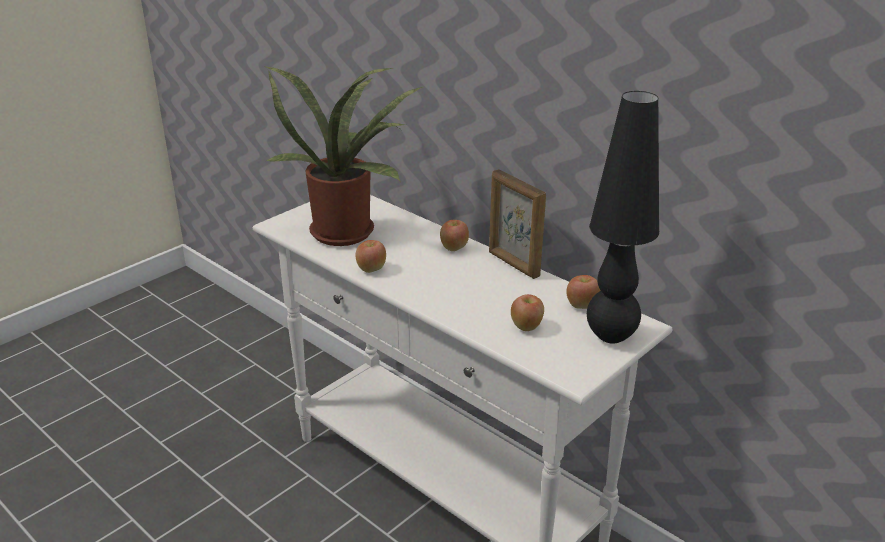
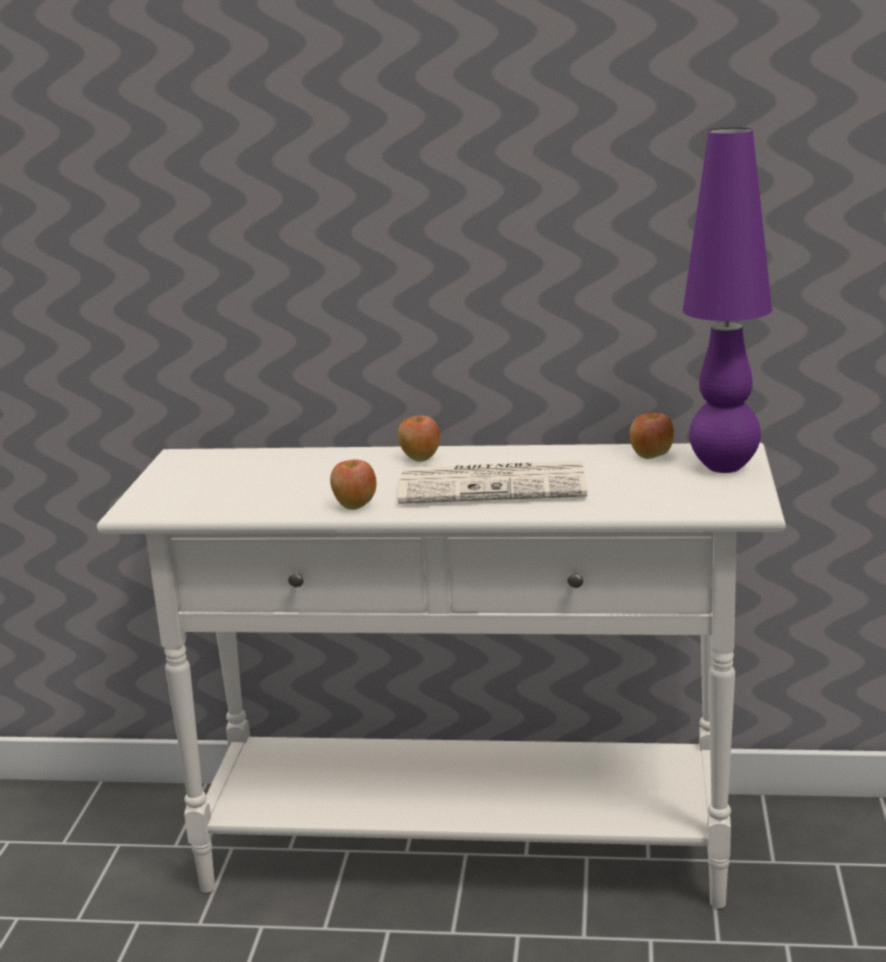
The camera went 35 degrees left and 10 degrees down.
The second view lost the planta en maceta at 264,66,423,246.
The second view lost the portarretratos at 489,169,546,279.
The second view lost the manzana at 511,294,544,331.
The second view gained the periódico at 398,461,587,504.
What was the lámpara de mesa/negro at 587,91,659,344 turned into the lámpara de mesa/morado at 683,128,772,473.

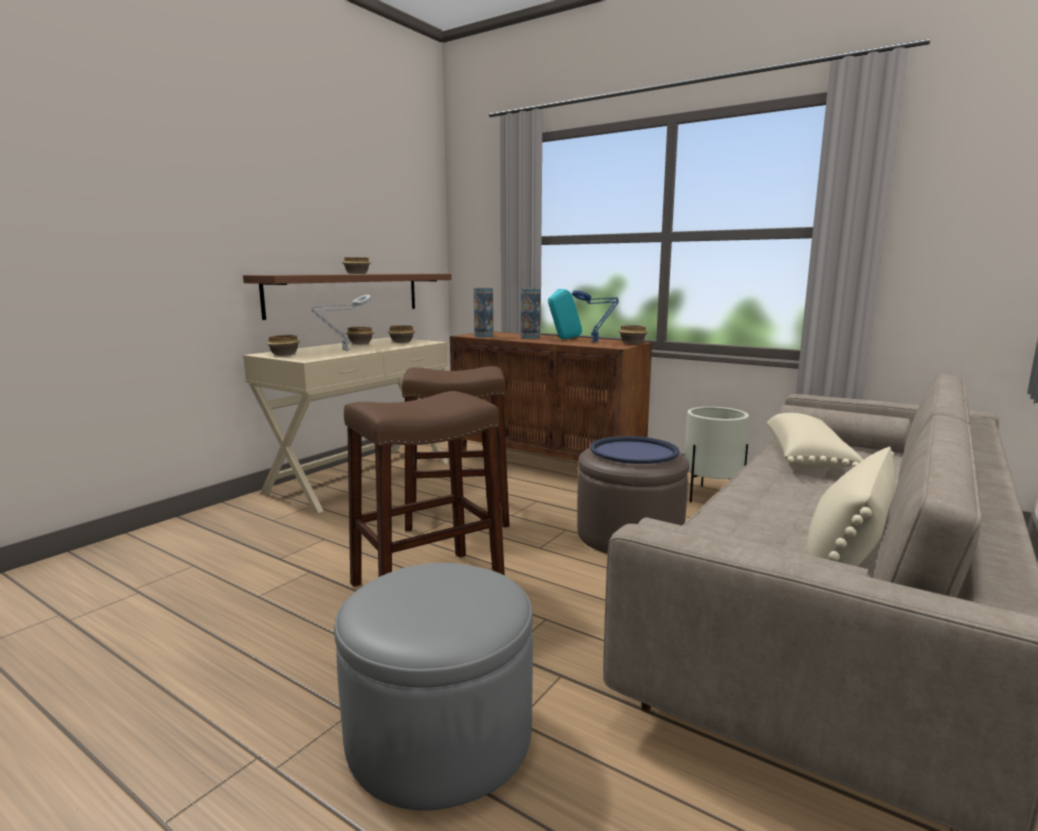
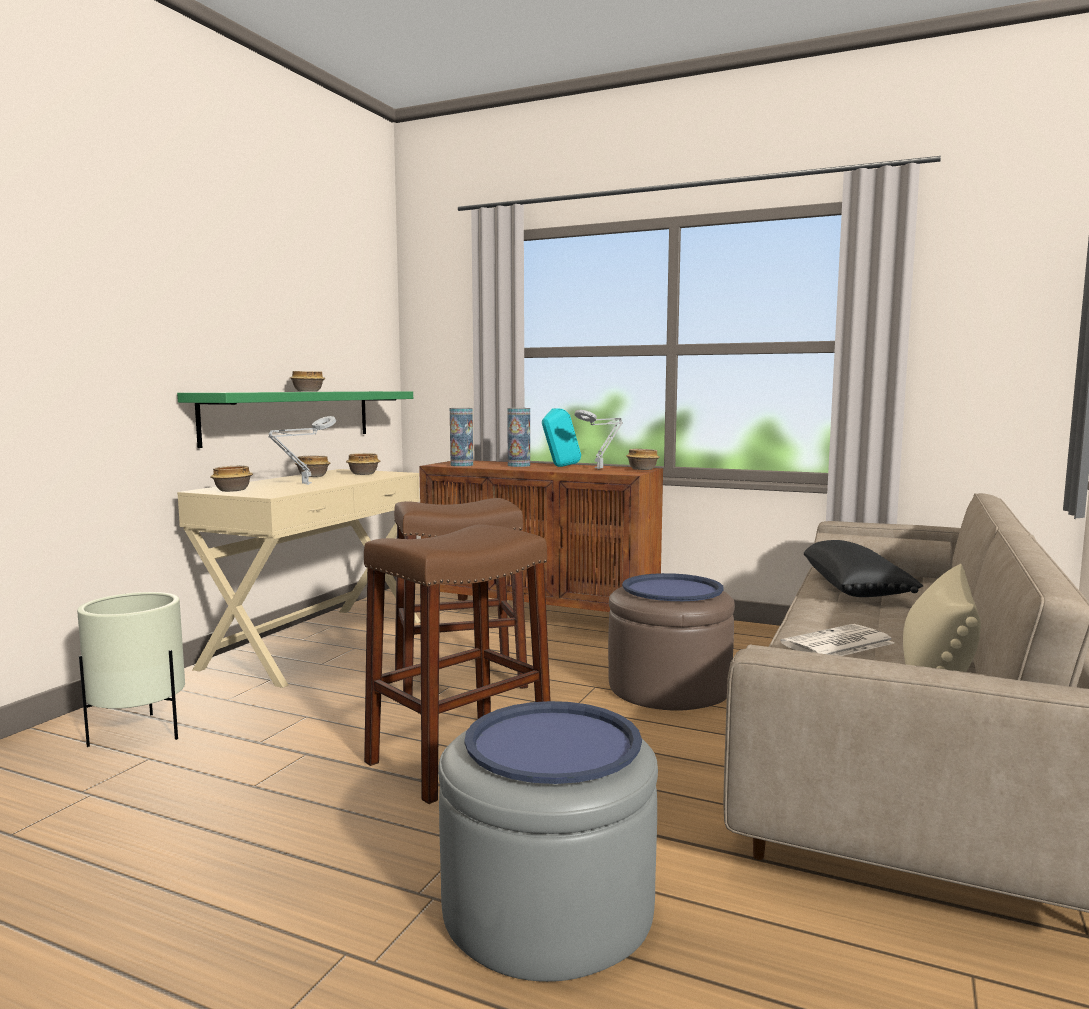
The camera went 10 degrees left and 5 degrees down.
The second view gained the bandeja/azul at 464,701,642,784.
The second view gained the periódico at 780,624,894,656.
The maceta/beis ended up elsewhere, having gone from 685,407,749,502 to 77,592,185,747.
What was the estante/marrón at 243,274,452,320 turned into the estante/verde at 177,391,413,448.
What was the lámpara de mesa/azul at 572,290,619,342 turned into the lámpara de mesa/gris at 575,410,623,469.
What was the cojín/beis at 767,413,864,469 turned into the cojín/negro at 804,540,923,597.

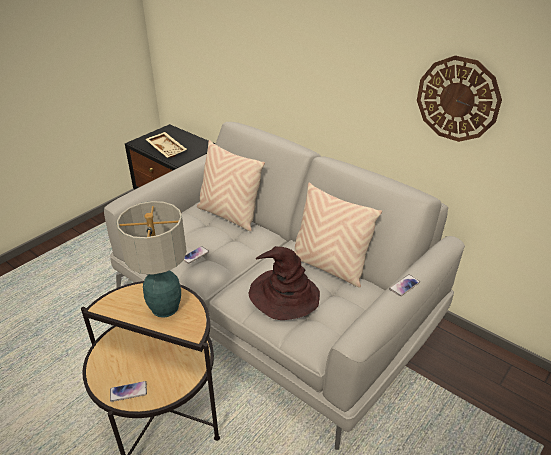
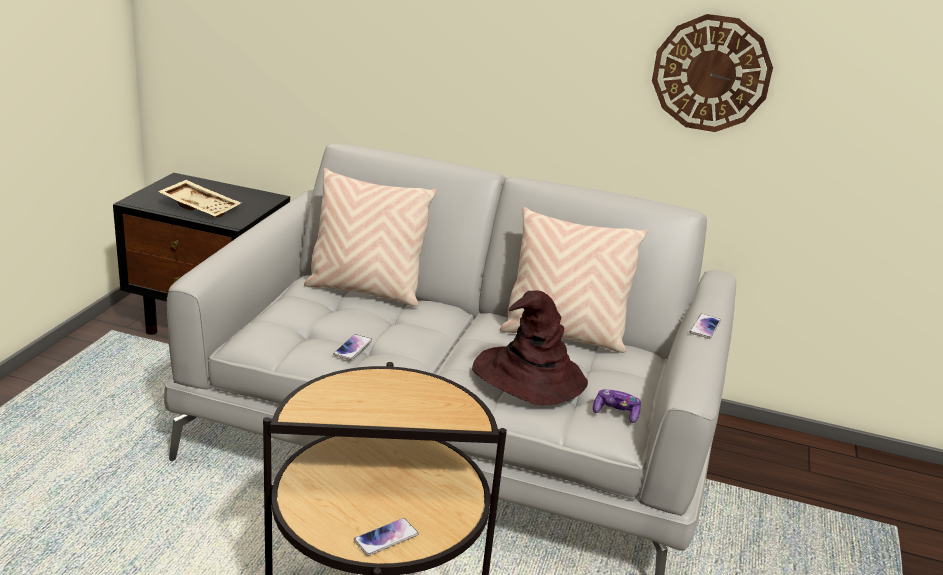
The camera went 25 degrees left and 10 degrees down.
The second view lost the lámpara de mesa at 117,201,187,318.
The second view gained the mando de consola at 593,389,641,423.

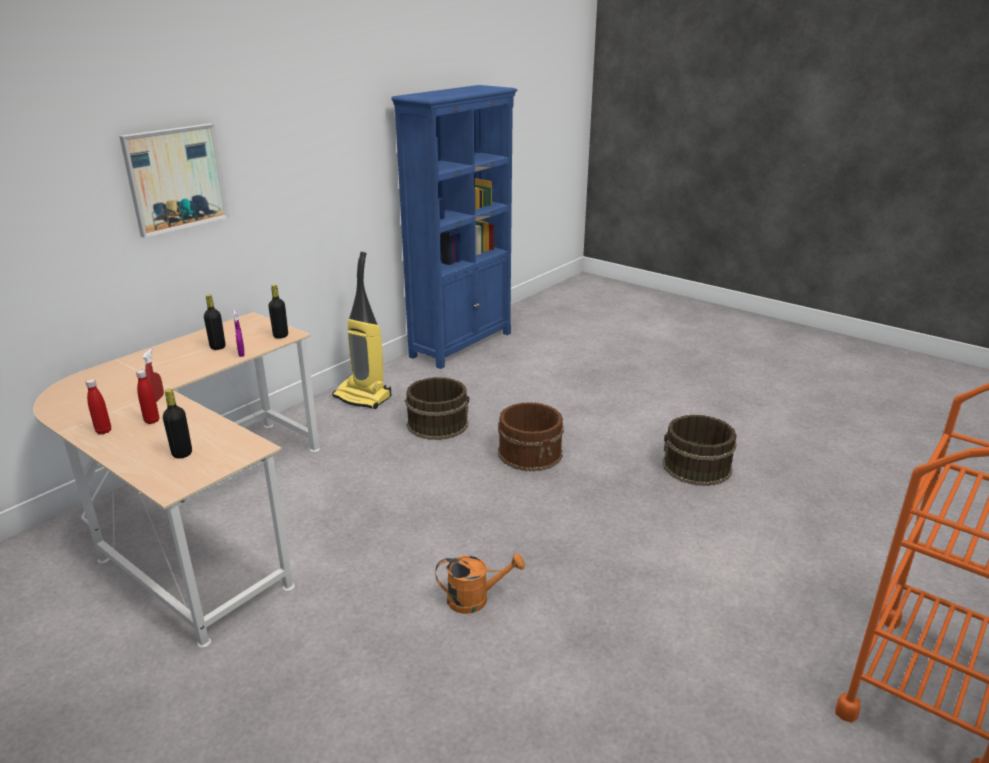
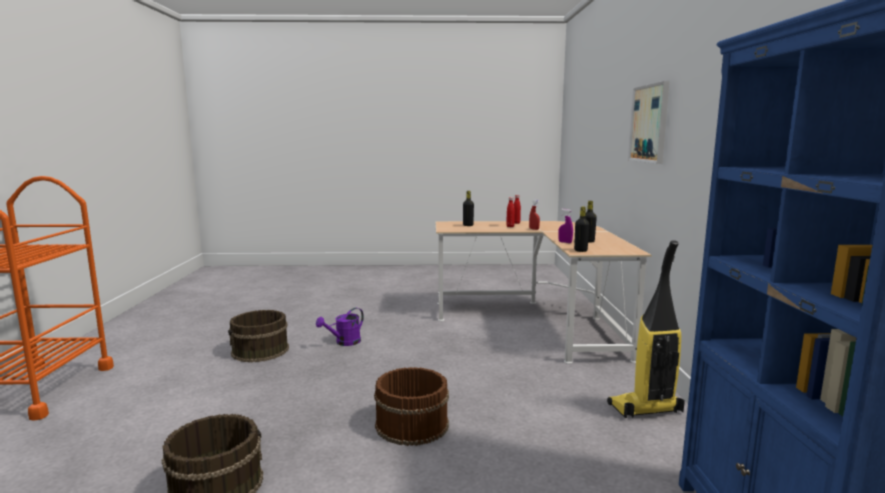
The camera went 140 degrees right and 15 degrees down.
The cubo/marrón ended up elsewhere, having gone from 405,377,469,440 to 228,310,289,362.
What was the regadera/naranja at 435,553,525,614 turned into the regadera/morado at 316,308,364,346.

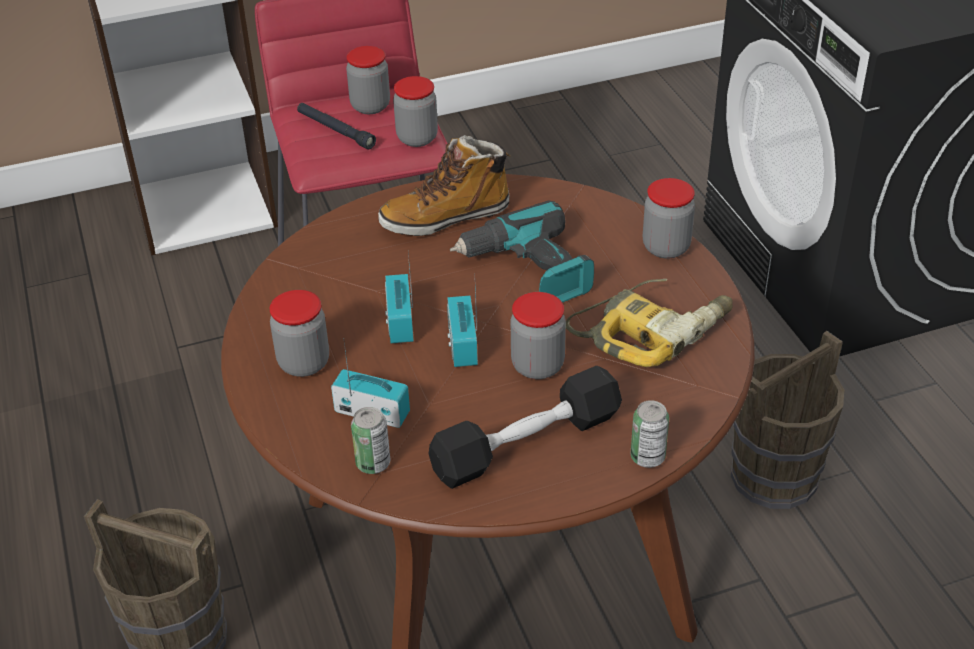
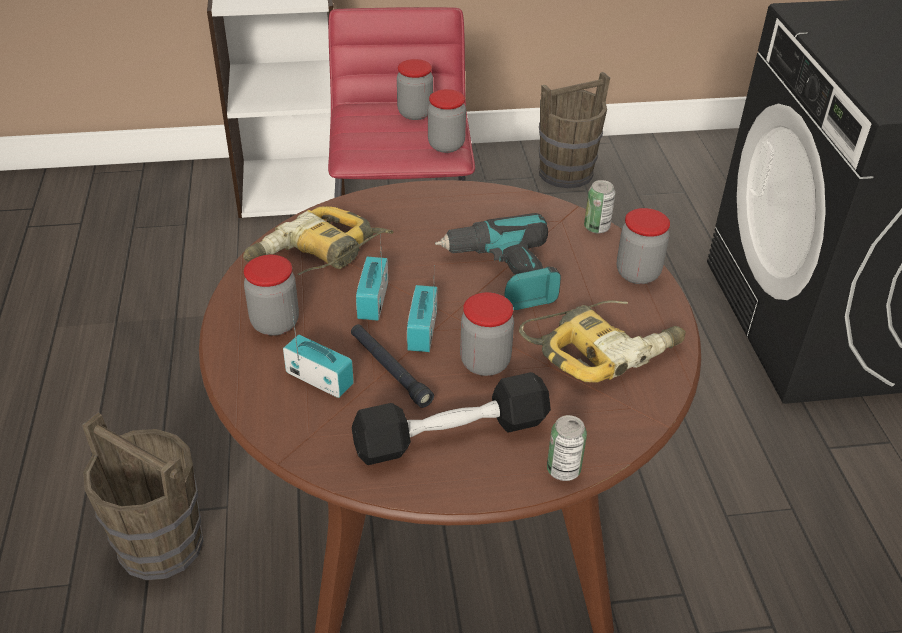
The camera went 10 degrees right and 0 degrees up.
The second view lost the bota at 378,135,510,236.
The second view gained the taladro at 243,206,394,275.
The linterna/negro ended up elsewhere, having gone from 297,103,376,149 to 351,324,434,408.
The lata ended up elsewhere, having gone from 351,407,391,474 to 584,180,615,233.
The cubo/marrón ended up elsewhere, having gone from 731,330,844,509 to 539,72,610,188.

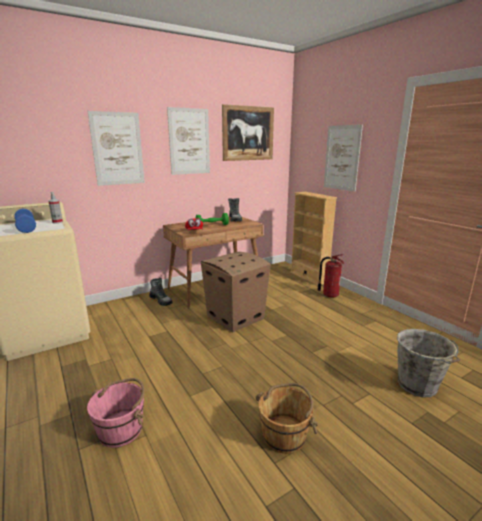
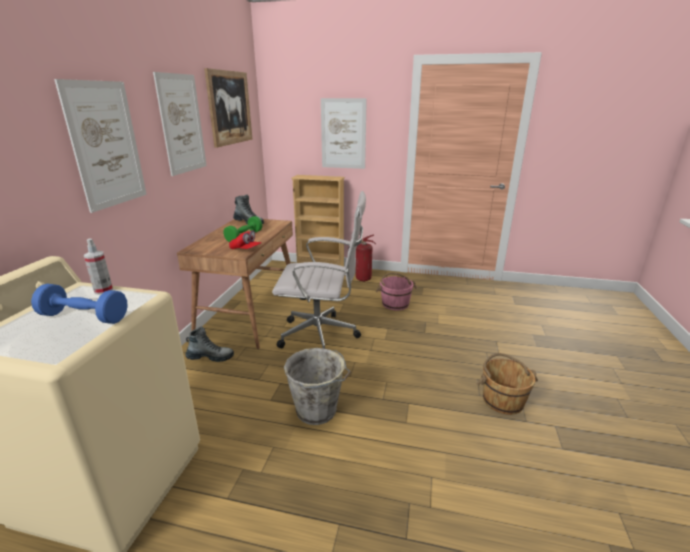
The camera went 45 degrees left and 5 degrees up.
The cubo/rosa ended up elsewhere, having gone from 87,378,145,448 to 376,272,417,311.
The cubo/gris ended up elsewhere, having gone from 397,329,460,397 to 284,348,351,425.
Where the caja de cartón stood at 201,252,271,332, the silla de oficina/blanco came to stand at 272,191,366,349.

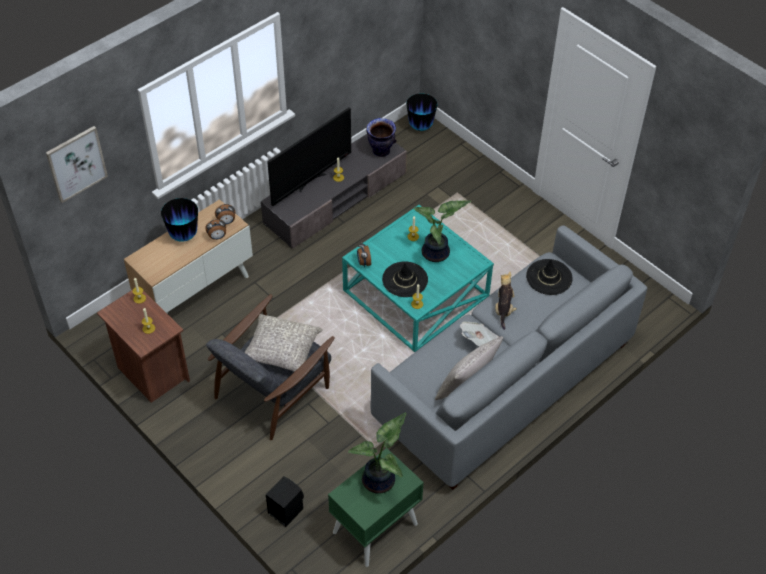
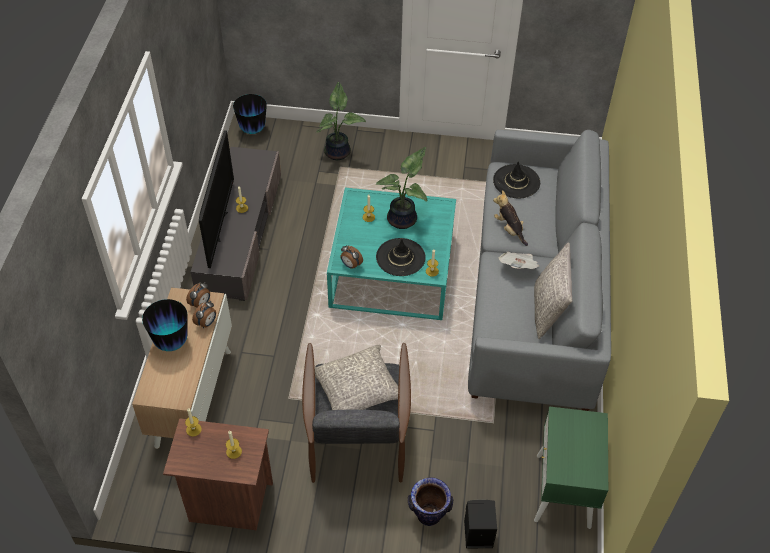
The camera went 40 degrees left and 0 degrees up.
The second view lost the cuadro at 46,126,108,203.
The planta en maceta ended up elsewhere, having gone from 348,413,406,494 to 316,82,366,160.
The florero ended up elsewhere, having gone from 367,118,397,157 to 408,477,453,526.

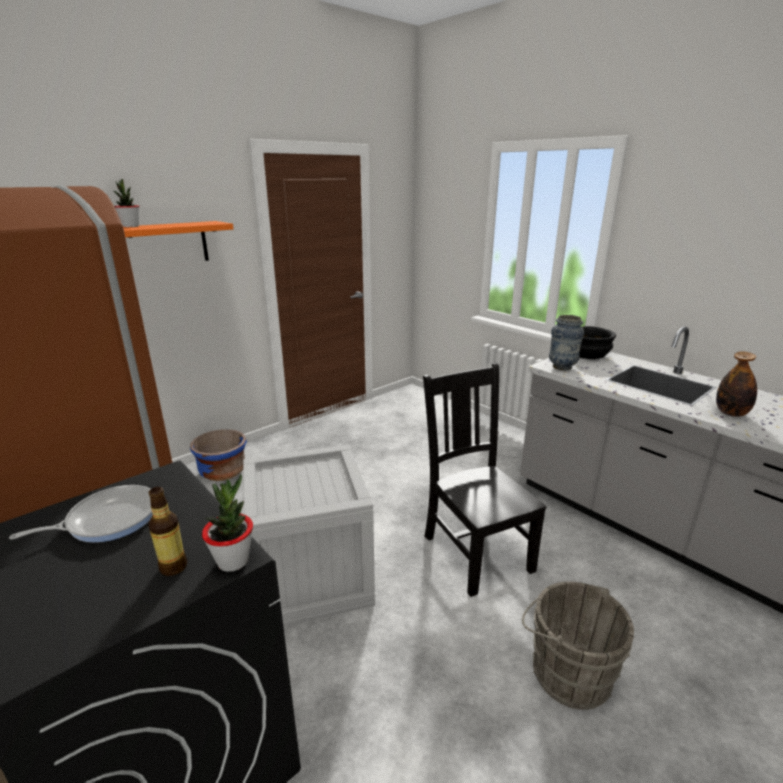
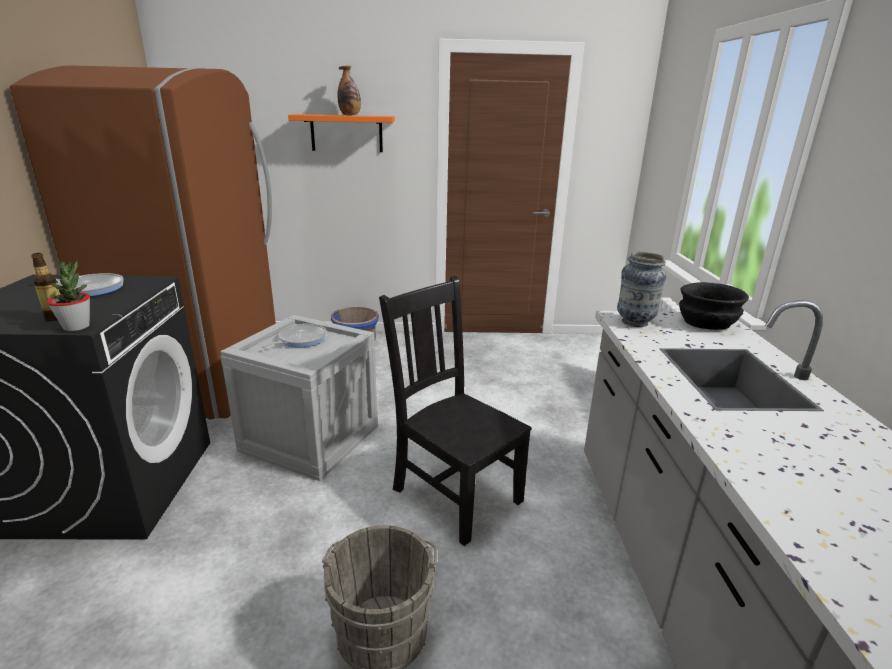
The camera went 40 degrees right and 0 degrees up.
The second view lost the planta en maceta at 114,179,140,227.
The second view gained the sartén at 261,324,327,348.
The botella ended up elsewhere, having gone from 716,351,757,417 to 337,66,361,115.
The silla/negro at 423,363,547,597 ended up facing another way, 60 degrees counterclockwise from before.

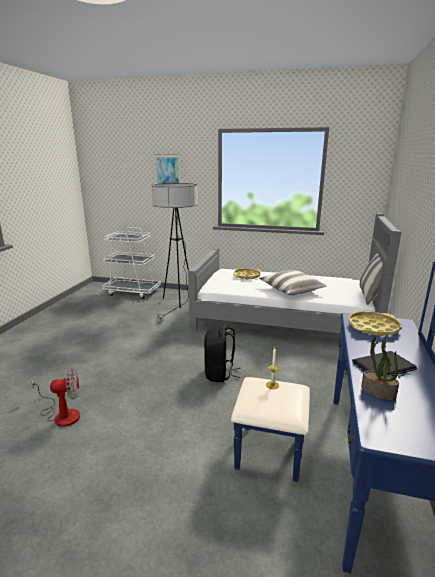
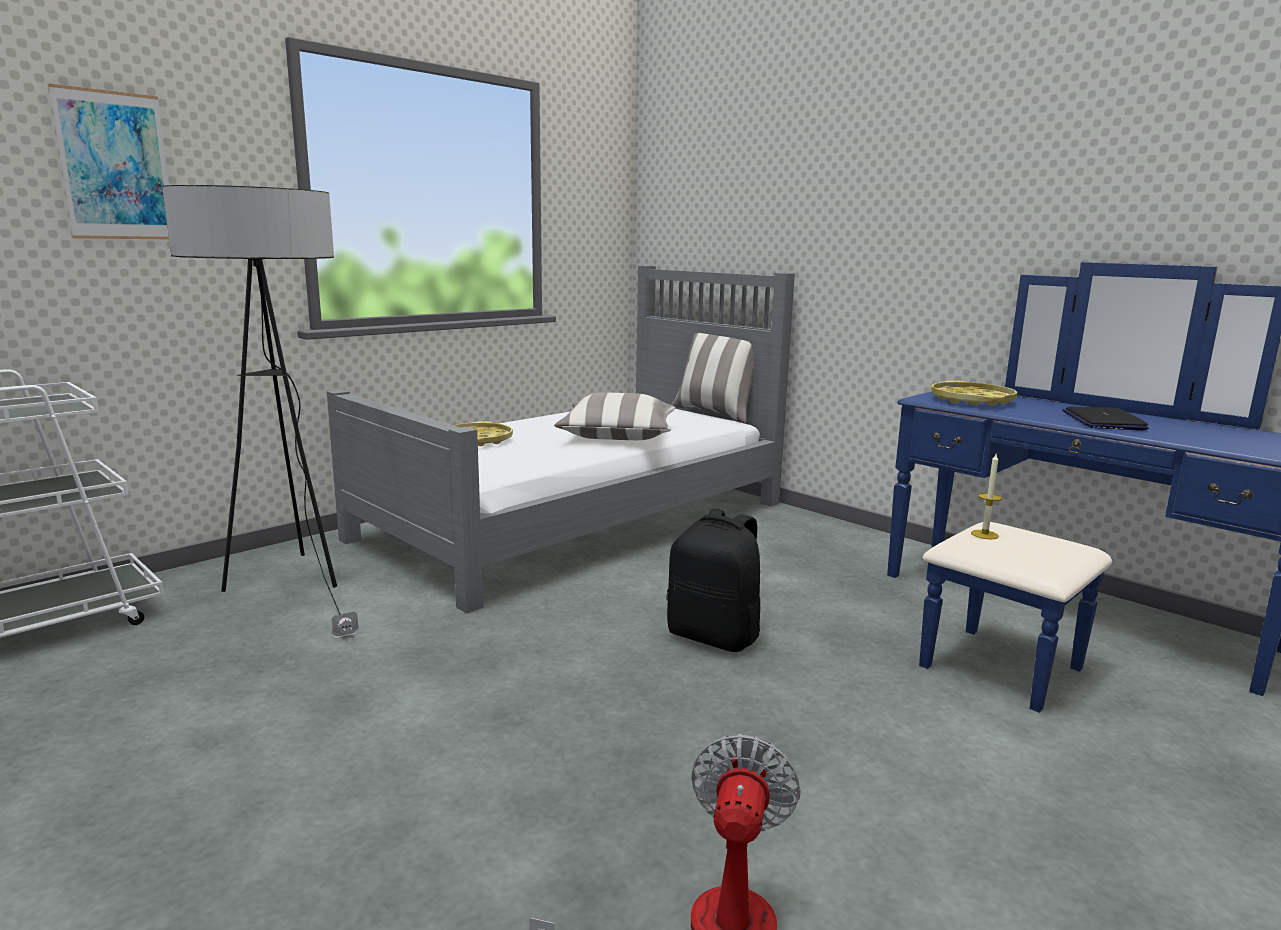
The camera went 60 degrees left and 5 degrees down.
The second view lost the planta en maceta at 361,337,399,400.

